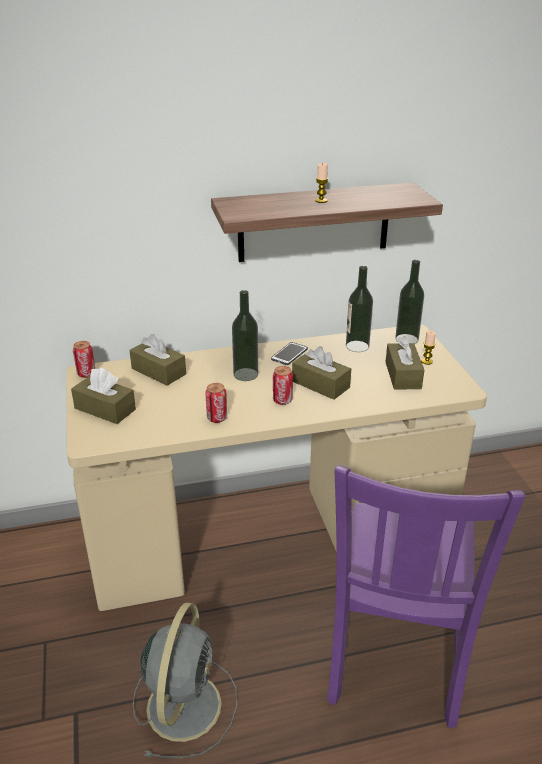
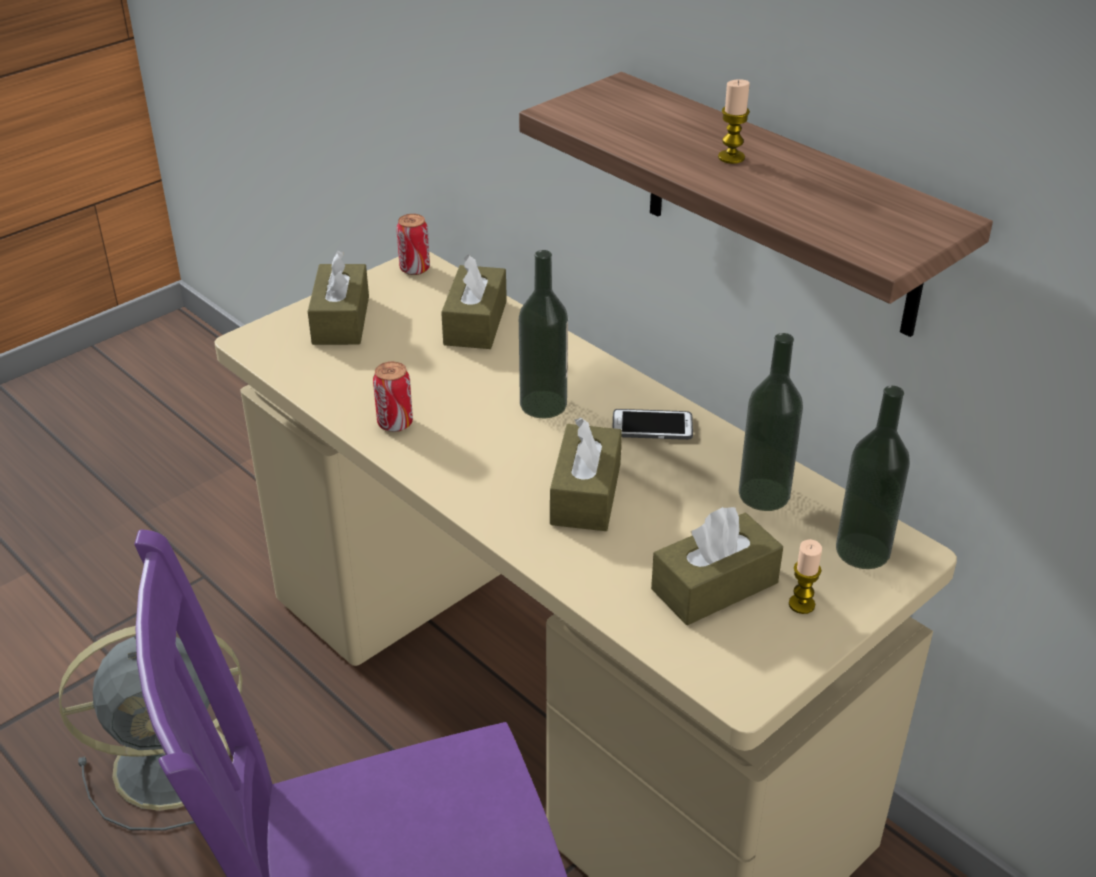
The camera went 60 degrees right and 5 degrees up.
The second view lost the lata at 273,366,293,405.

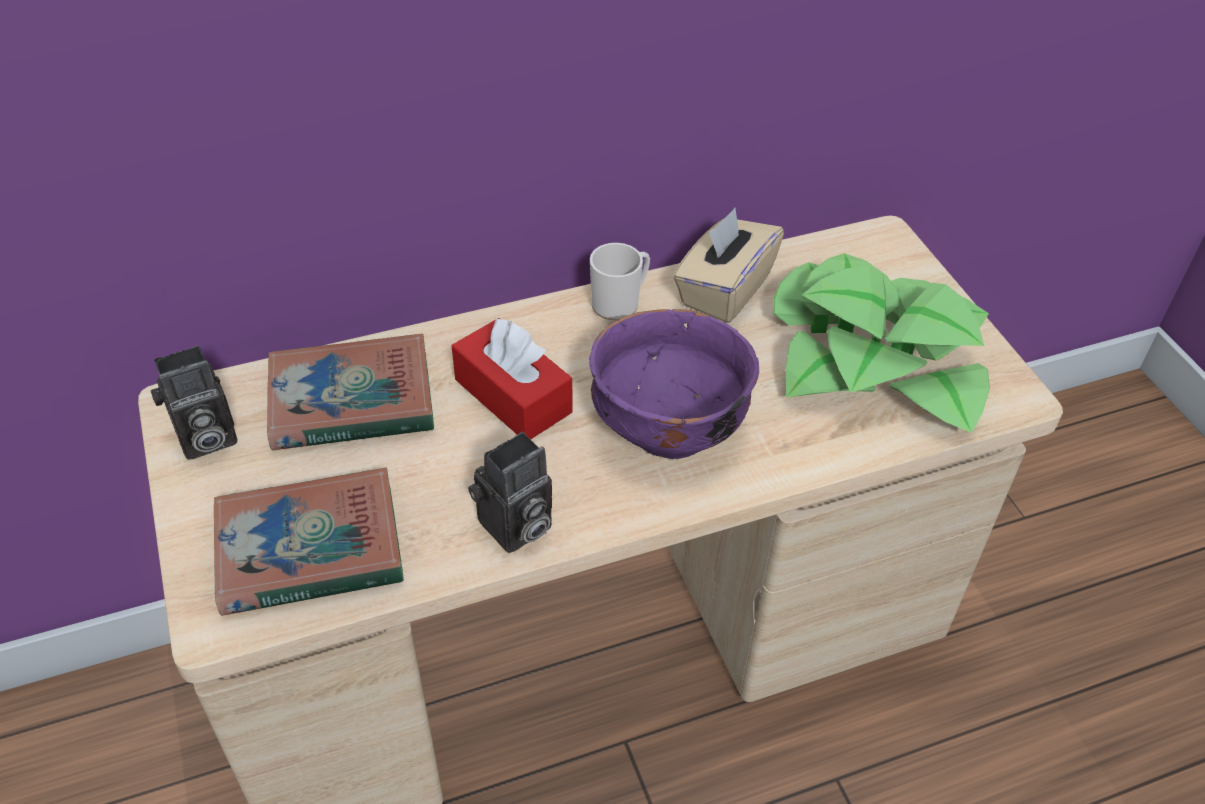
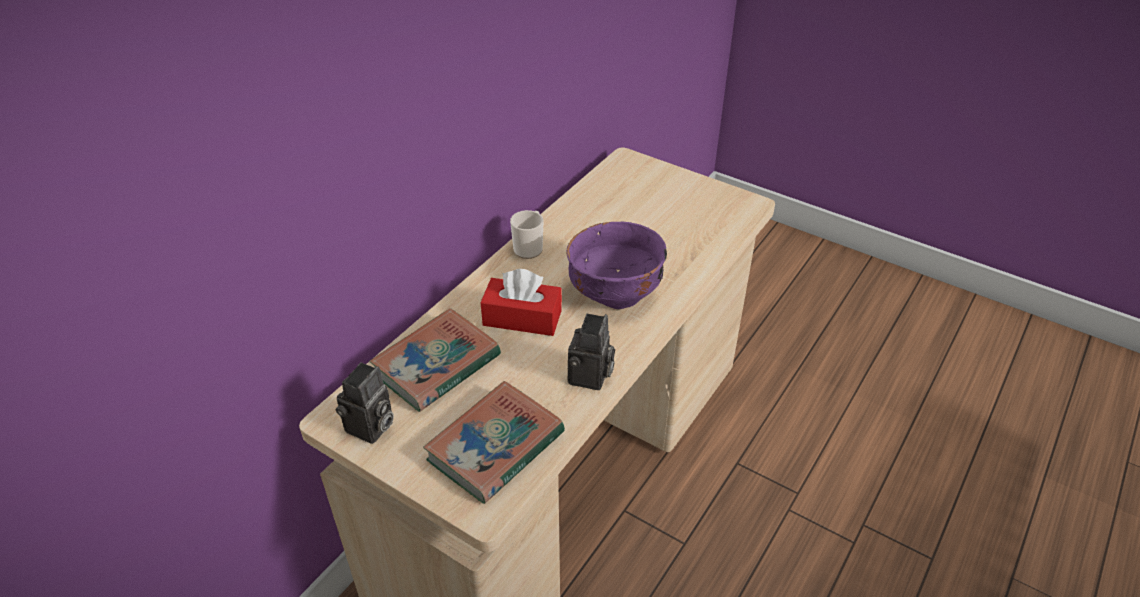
The camera went 35 degrees left and 5 degrees down.
The second view lost the caja de pañuelos/beis at 673,208,784,323.
The second view lost the planta en maceta at 773,253,990,433.

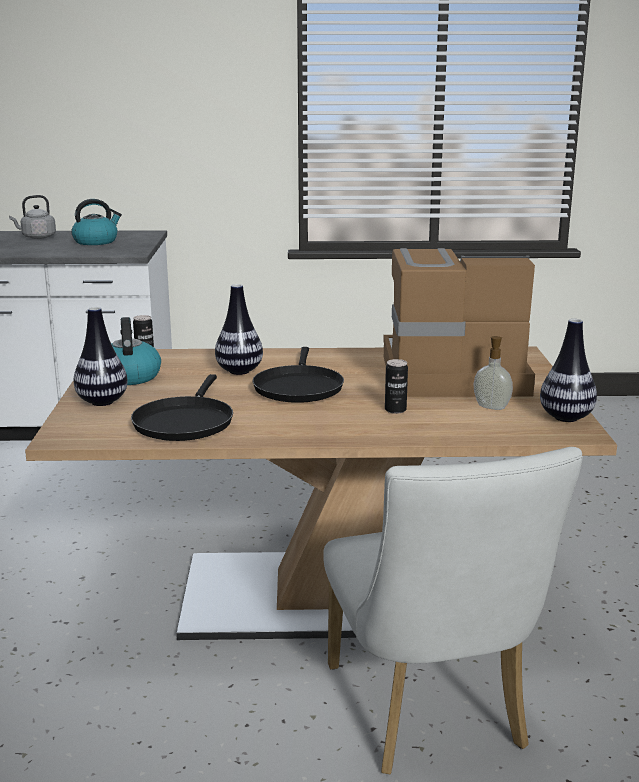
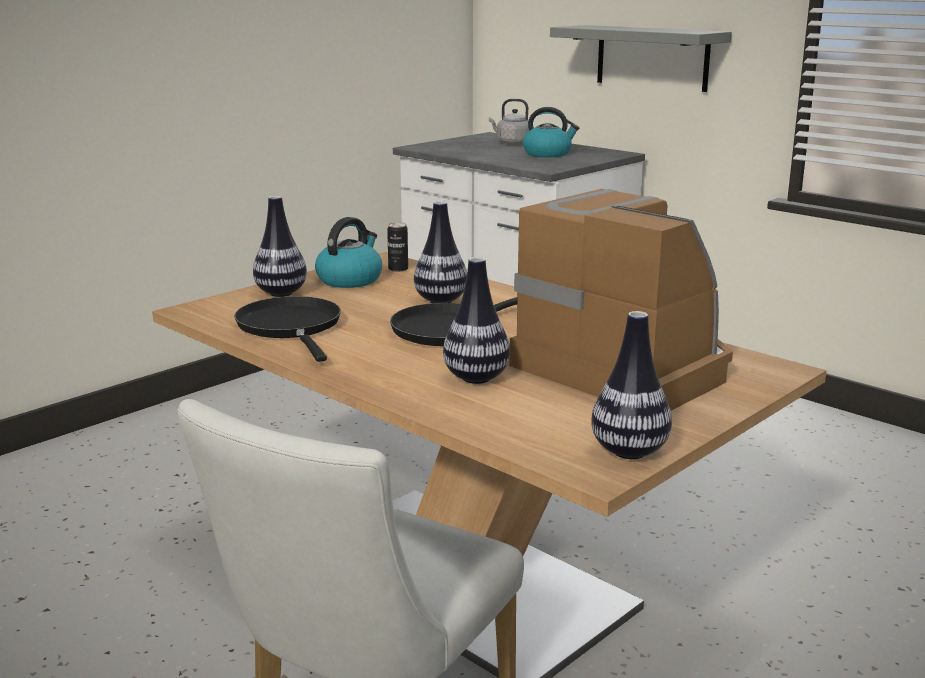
The camera went 45 degrees right and 0 degrees up.
The second view lost the dispensador de jabón at 473,336,513,410.
The second view gained the estante/gris at 550,25,732,92.
Where the lata stood at 385,359,408,414, the florero came to stand at 443,257,510,384.
The sartén/negro at 131,374,233,441 ended up facing another way, 105 degrees clockwise from before.

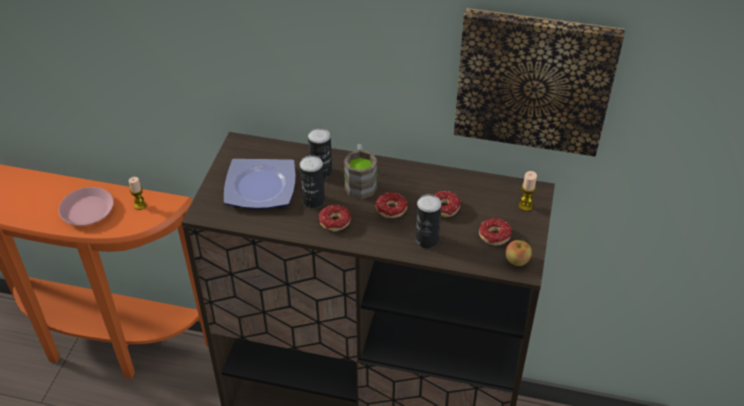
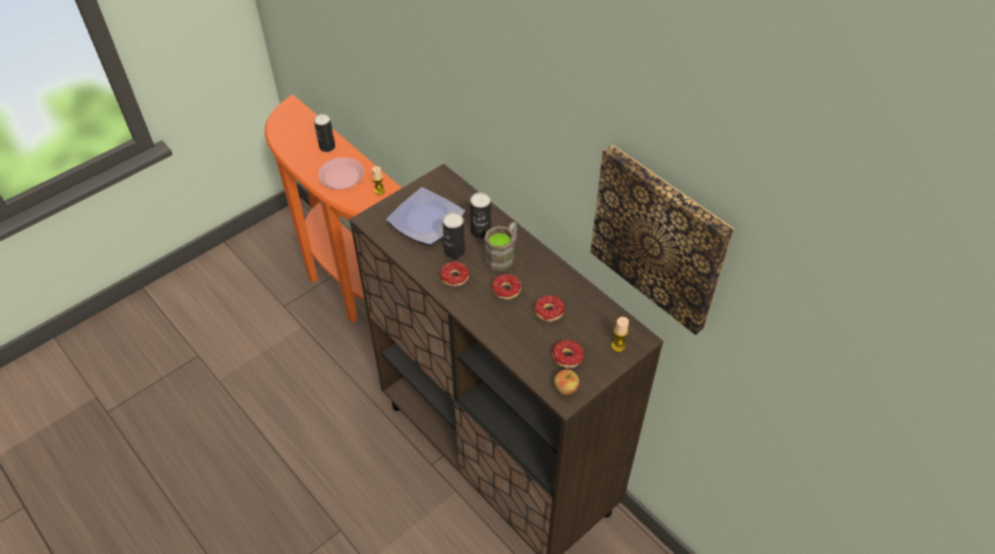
The camera went 35 degrees right and 5 degrees up.
The lata ended up elsewhere, having gone from 415,194,442,248 to 314,114,335,152.

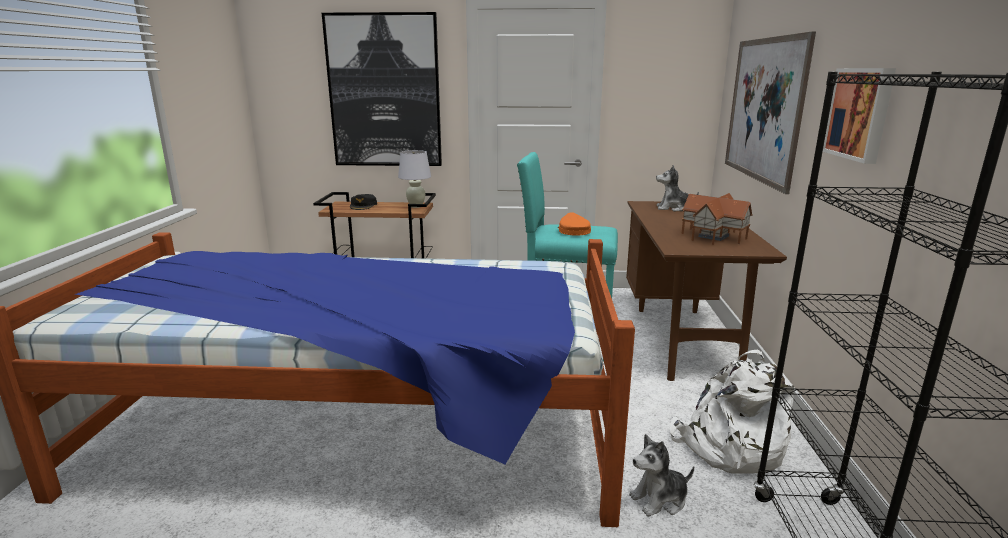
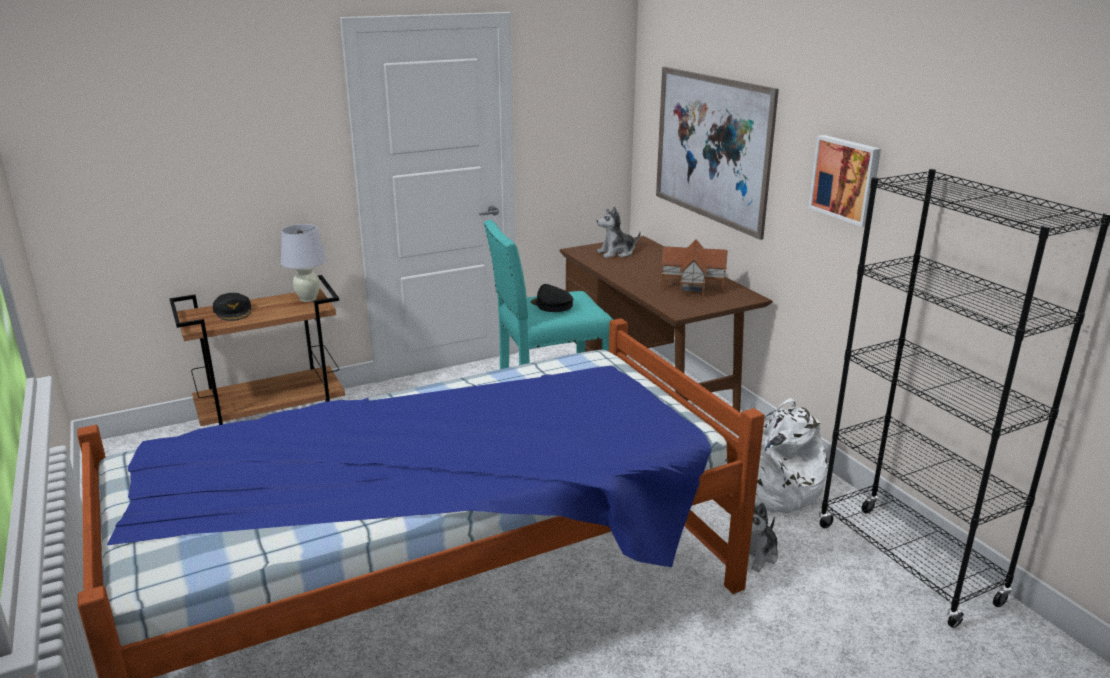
The camera went 30 degrees left and 5 degrees up.
The second view lost the cuadro at 322,12,442,166.
What was the gorra/naranja at 558,212,591,236 turned into the gorra/negro at 531,284,573,312.

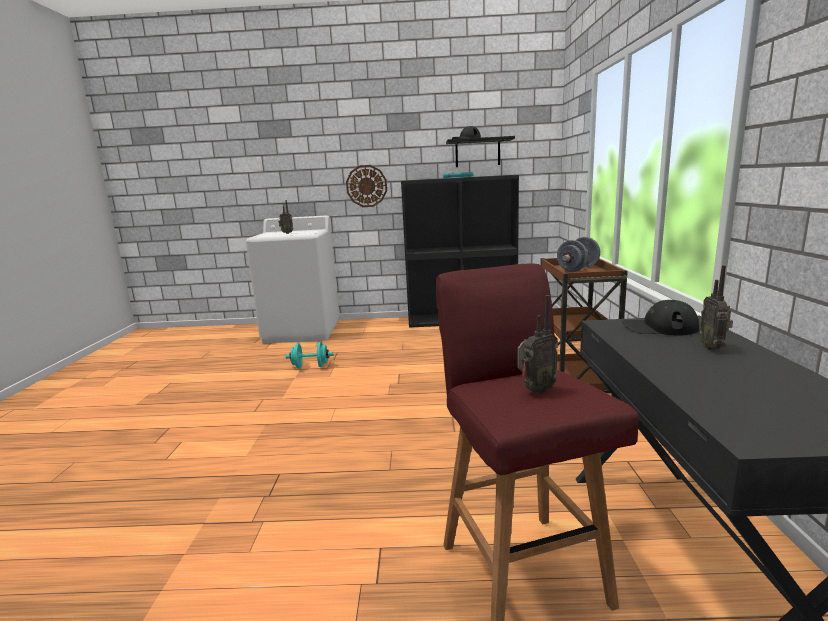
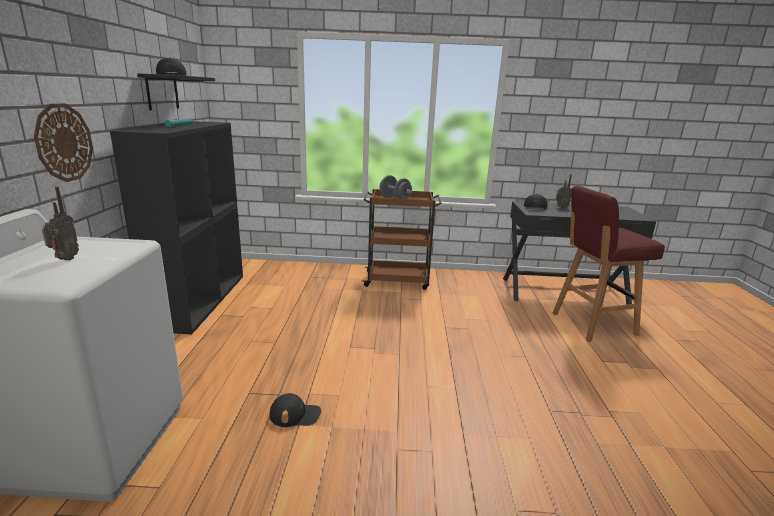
The camera went 90 degrees left and 5 degrees up.
The second view lost the radio at 517,295,558,394.
Where the mancuerna/turquesa stood at 286,342,333,369, the gorra/negro came to stand at 269,393,321,427.

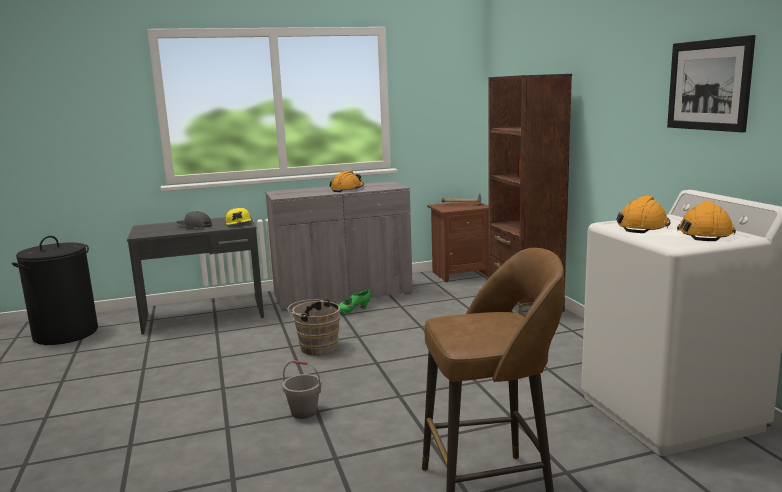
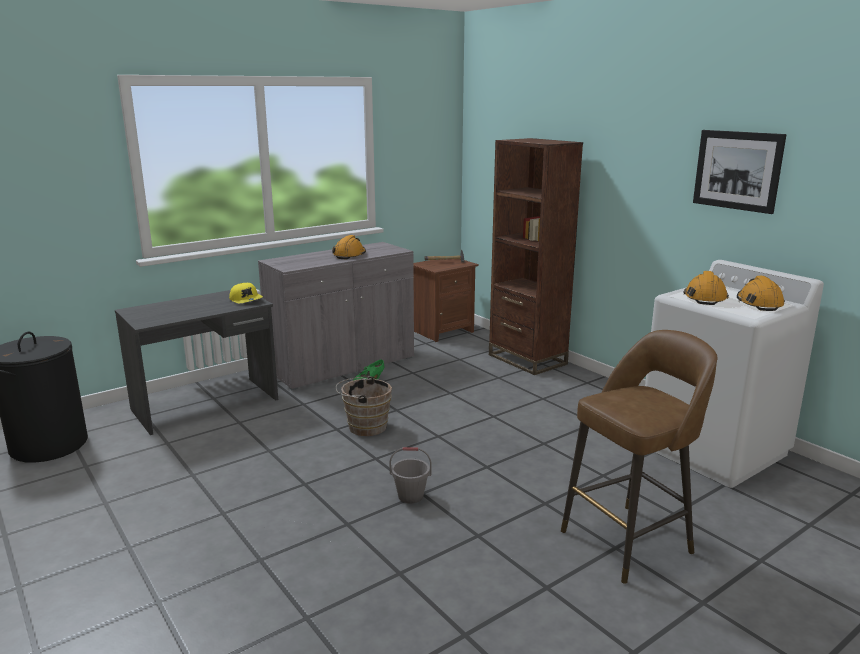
The camera went 20 degrees left and 5 degrees up.
The second view lost the gorra/gris at 176,211,212,228.

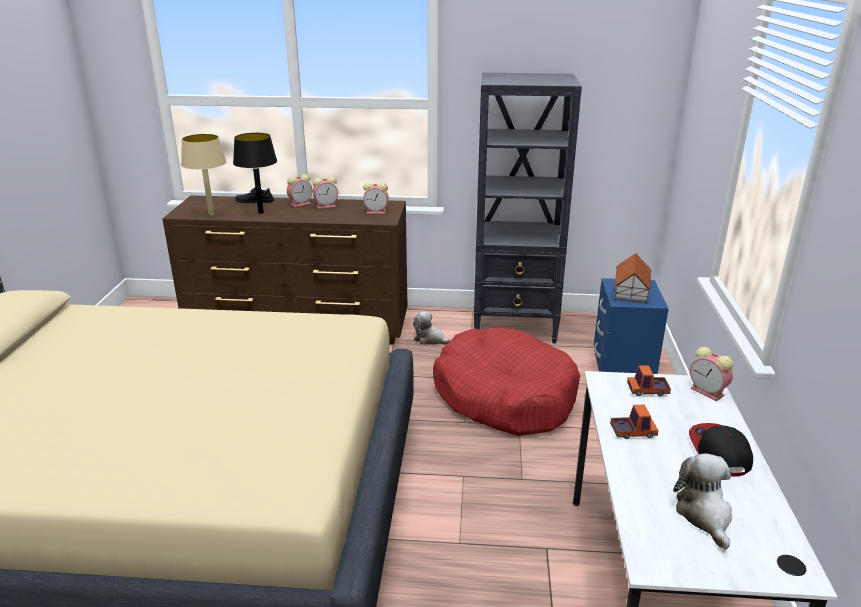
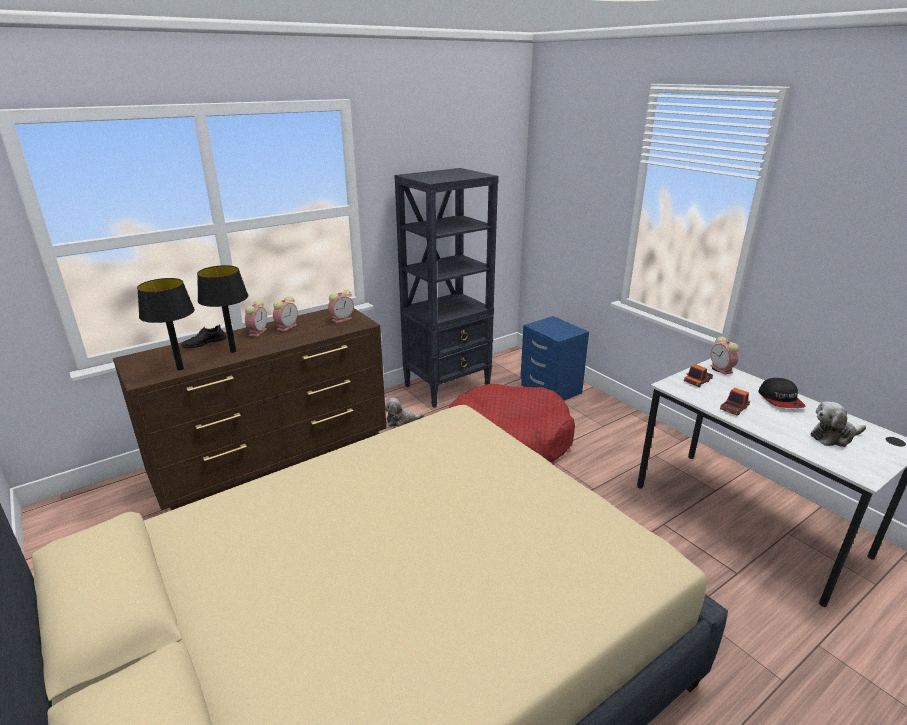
The camera went 40 degrees left and 0 degrees up.
The second view lost the casita at 614,253,651,304.
What was the lámpara de mesa/beis at 181,134,226,215 turned into the lámpara de mesa/negro at 137,278,195,370.
The peluche at 673,454,732,550 ended up facing another way, 60 degrees counterclockwise from before.
The gorra at 689,423,753,477 ended up facing another way, 135 degrees counterclockwise from before.
The despertador at 690,347,733,401 ended up facing another way, 60 degrees clockwise from before.

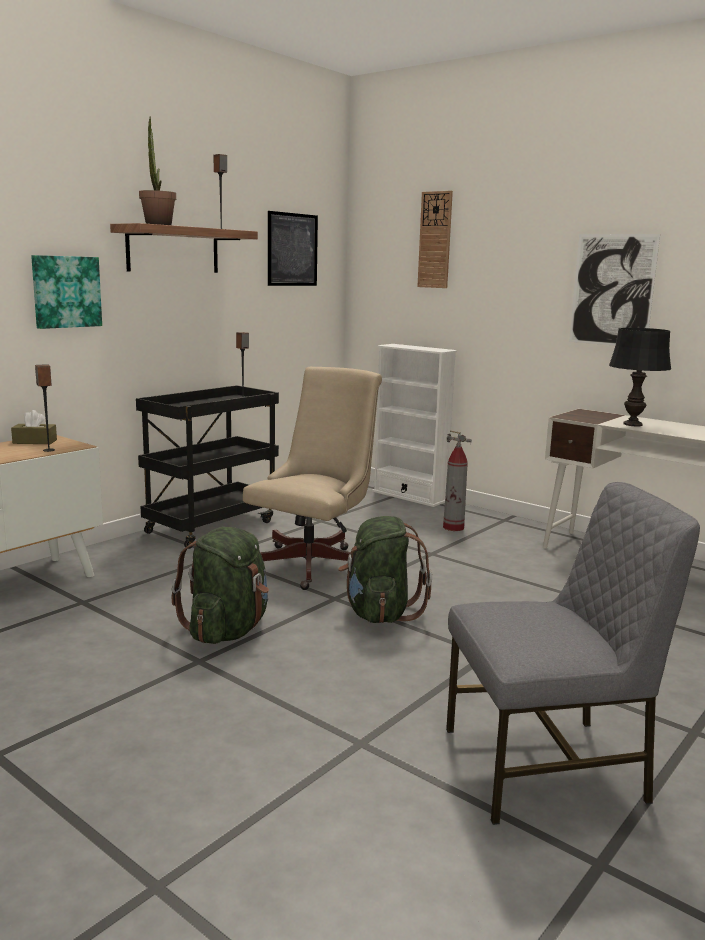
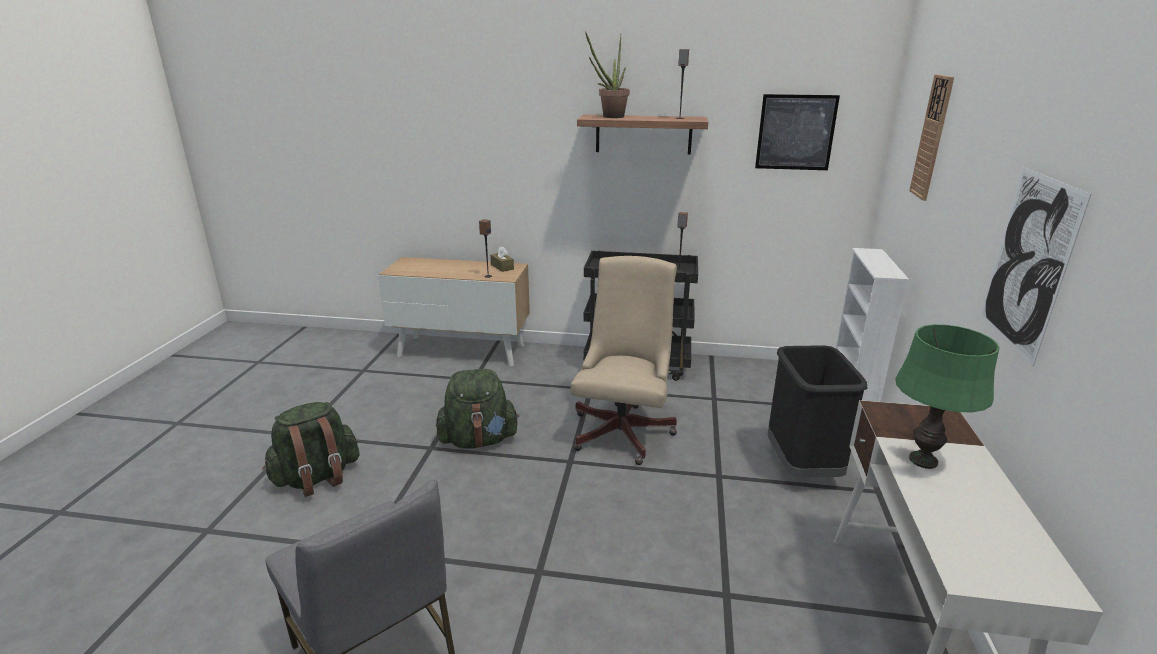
The camera went 60 degrees right and 10 degrees up.
The second view lost the cuadro at 31,255,102,329.
The mochila/verde ended up elsewhere, having gone from 338,516,432,623 to 262,402,360,497.
Where the extintor stood at 443,430,472,531, the papelera/negro came to stand at 768,345,867,478.
What was the lámpara de mesa/negro at 609,328,671,426 turned into the lámpara de mesa/verde at 895,324,1000,469.
The silla de oficina/beis at 243,367,382,590 ended up facing another way, 75 degrees counterclockwise from before.

